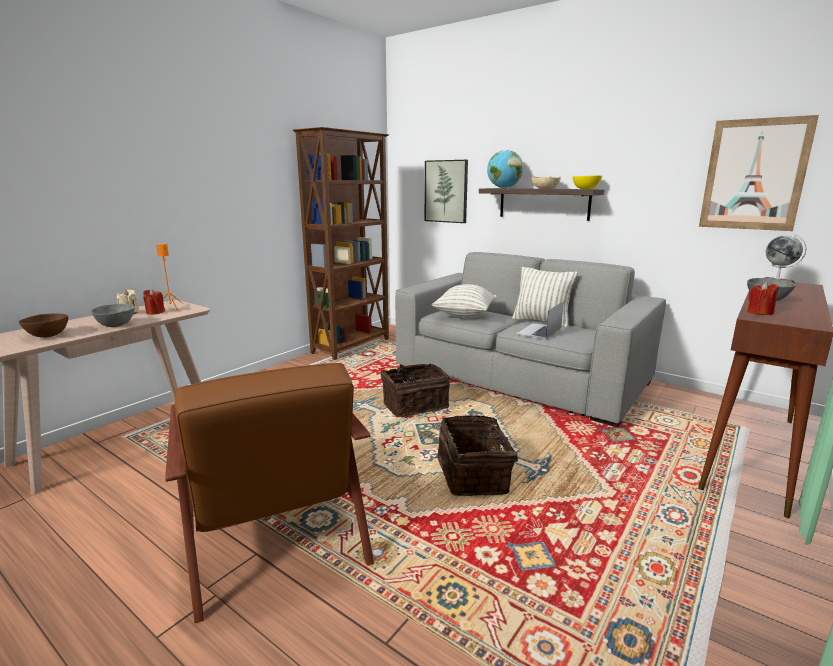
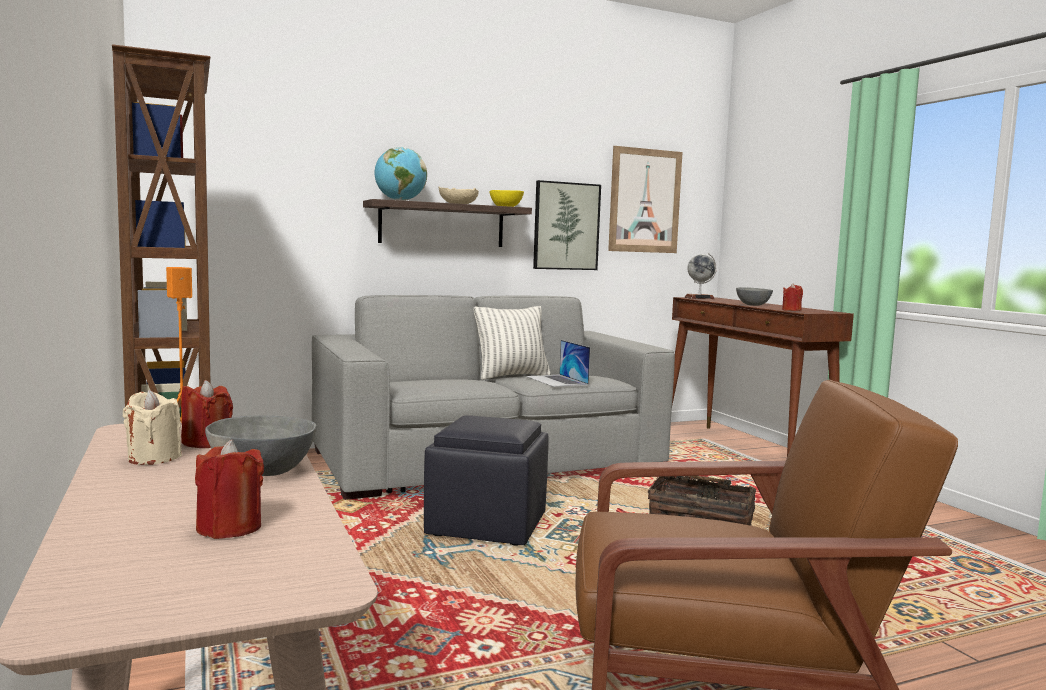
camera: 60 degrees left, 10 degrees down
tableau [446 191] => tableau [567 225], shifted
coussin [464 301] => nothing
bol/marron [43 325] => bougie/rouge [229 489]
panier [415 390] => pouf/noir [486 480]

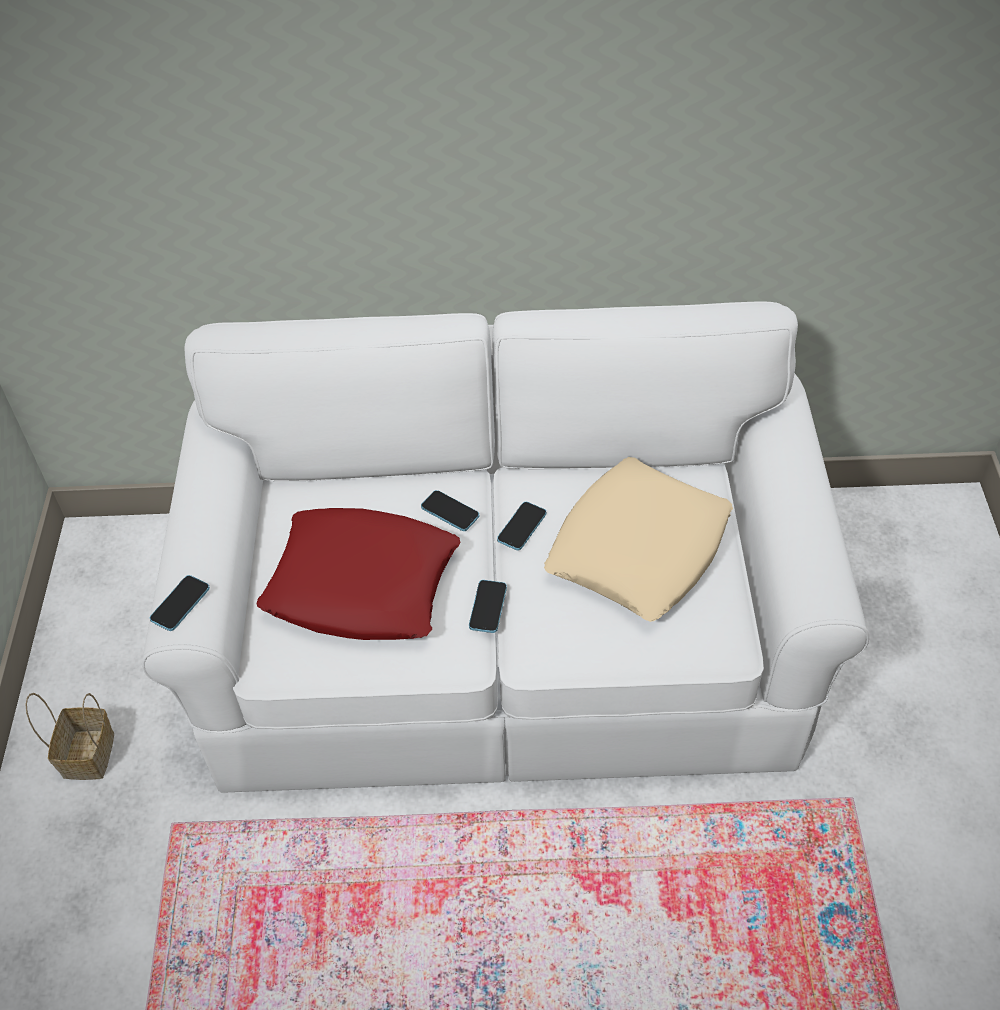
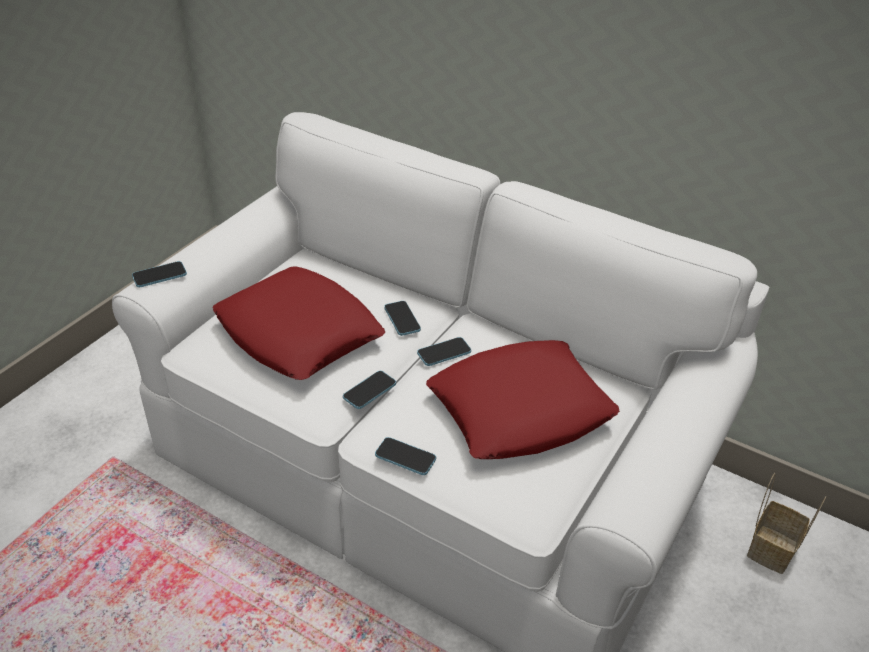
camera: 30 degrees right, 10 degrees down
coussin/beige [638 539] => coussin/rouge [523 399]
panier [70 736] => panier [786 523], shifted
nothing => téléphone [405 456]

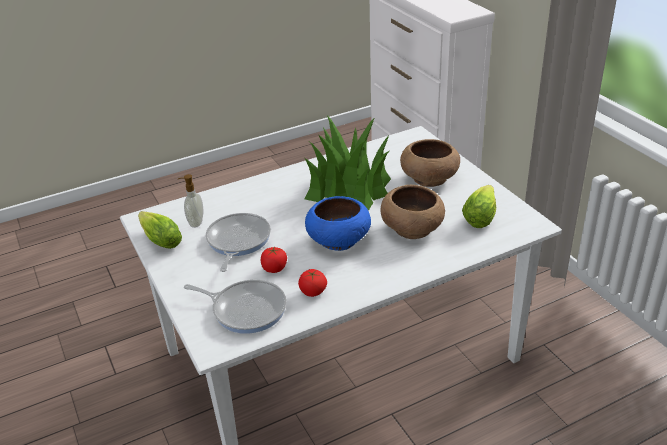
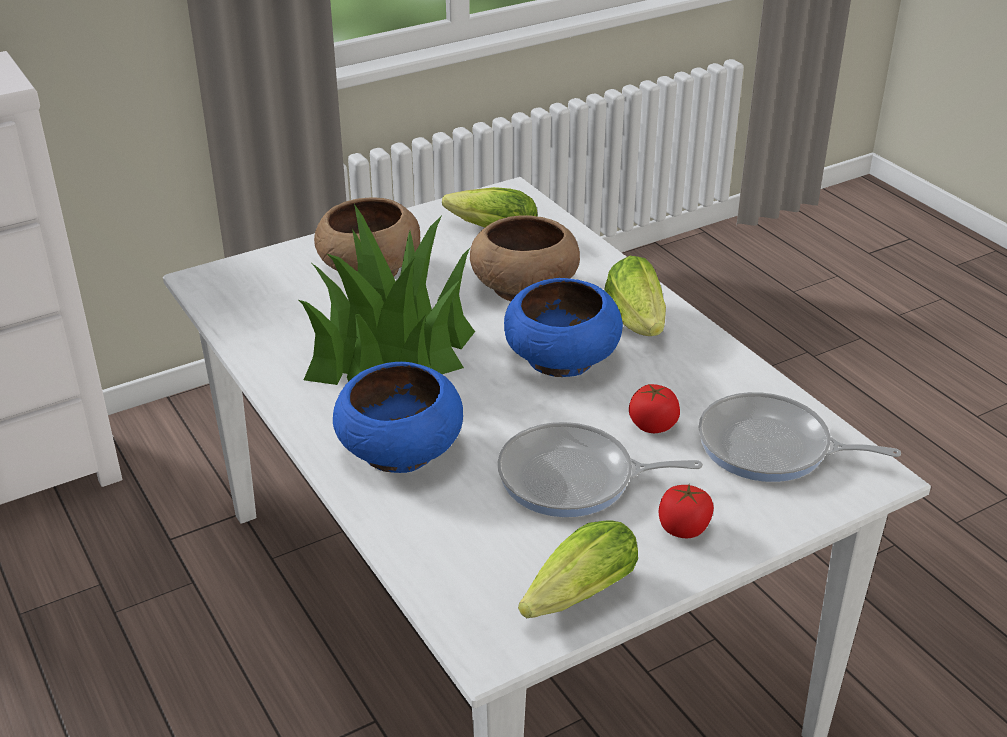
camera: 95 degrees left, 0 degrees up
distributeur de savon [191 201] => nothing
tomate [312 283] => tomate [686 511], shifted
poêle [235 307] => poêle [799 437], 90 degrees counterclockwise
nothing => laitue [635 296]
nothing => bol/bleu [398 417]

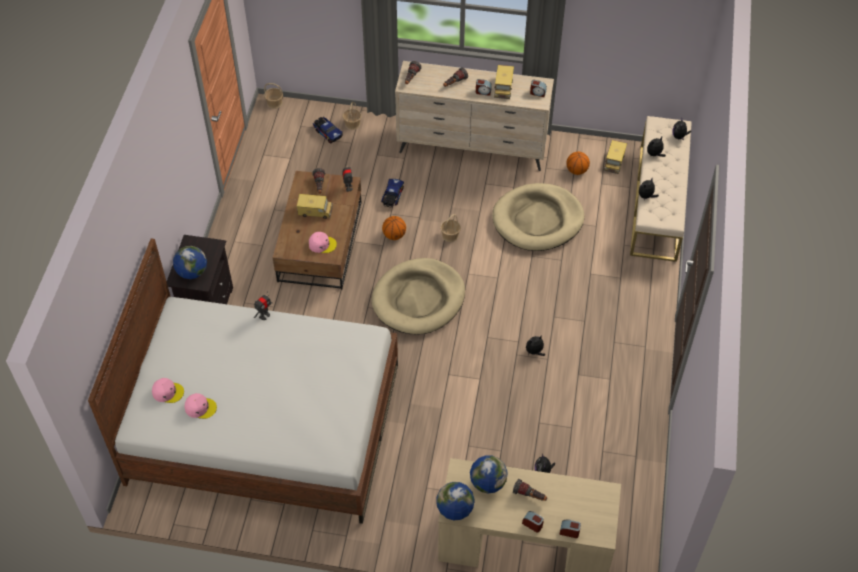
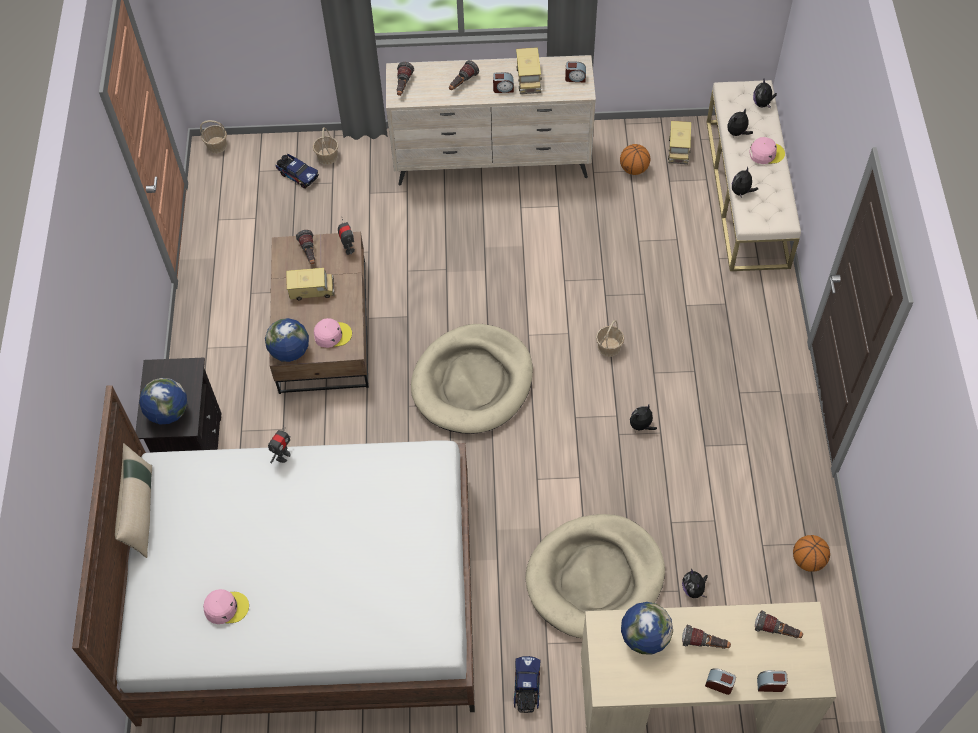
camera: 10 degrees left, 5 degrees up
camion jouet [392 193] => camion jouet [527 684], shifted
panier pour chien/beige [538 217] => panier pour chien/beige [595 576], shifted
panier [450 228] => panier [610 338], shifted
ballon de basket [394 228] => ballon de basket [811 553], shifted
casquette/rose [168 390] => casquette/rose [767 150], shifted
globe [455 501] => globe [287 340], shifted
nothing => coussin/beige [133 500]
nothing => lampe de poche [779 624]

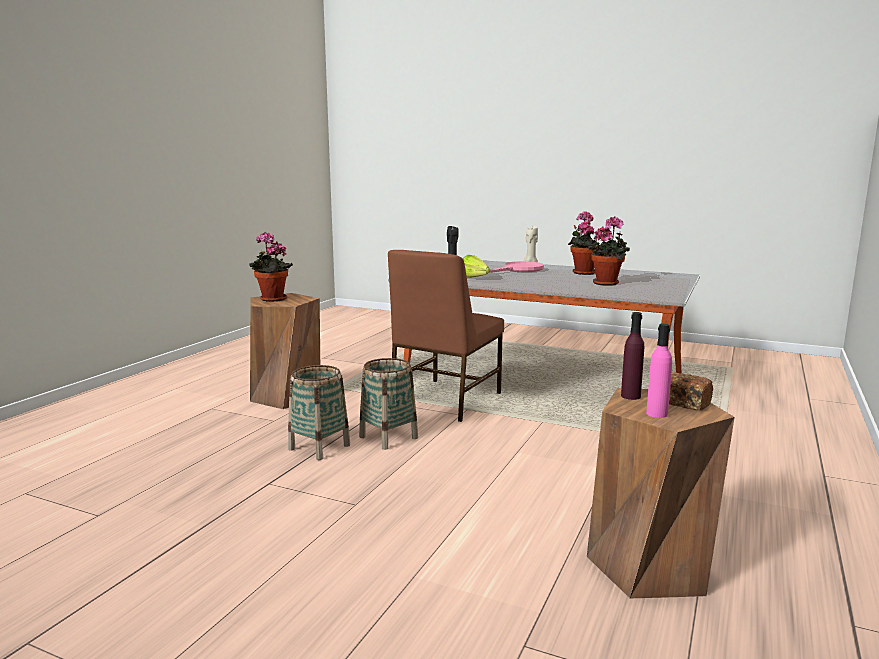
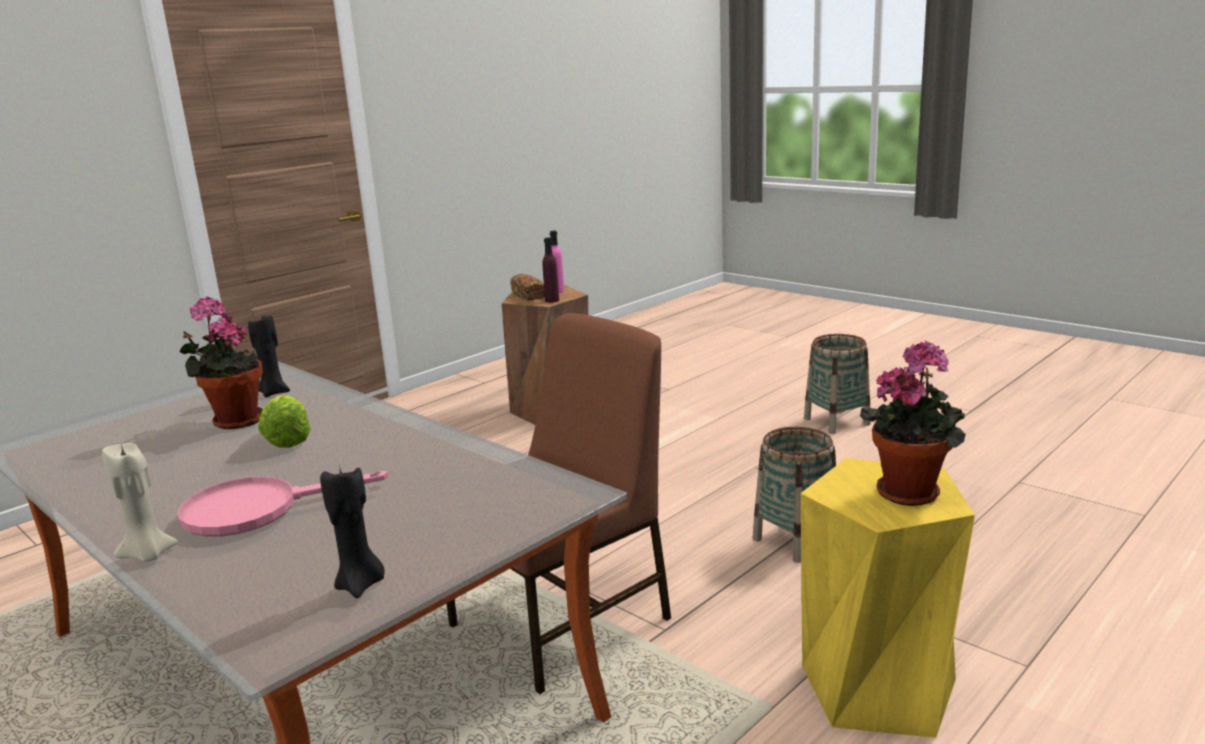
camera: 160 degrees left, 5 degrees up
plante en pot [583 243] => nothing
laitue [476 266] => laitue [285 421], shifted
tabouret/marron [285 351] => tabouret/jaune [888 598]
panier [388 404] => panier [837 384], shifted
nothing => bougie/noir [269 356]

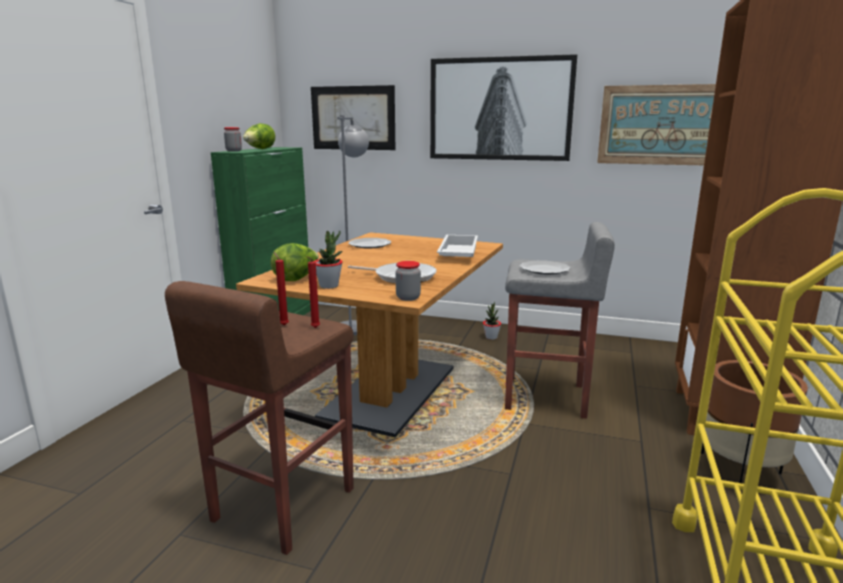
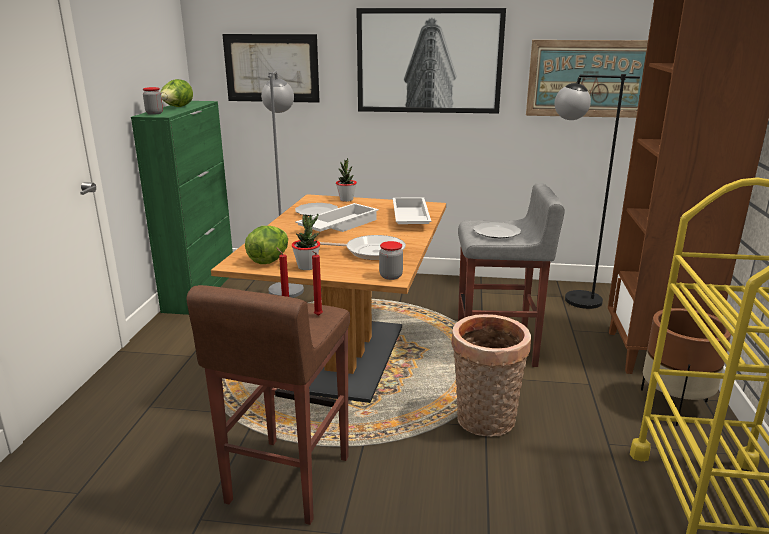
camera: 10 degrees left, 5 degrees up
plante en pot [492 321] => plante en pot [346 180], shifted
nothing => lampadaire/noir [597 191]
nothing => plateau/blanc [337 217]
nothing => panier [491 375]

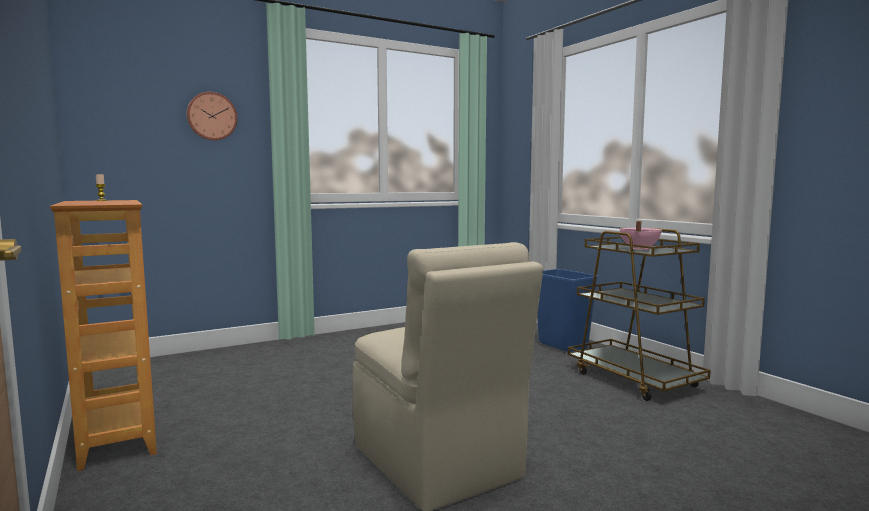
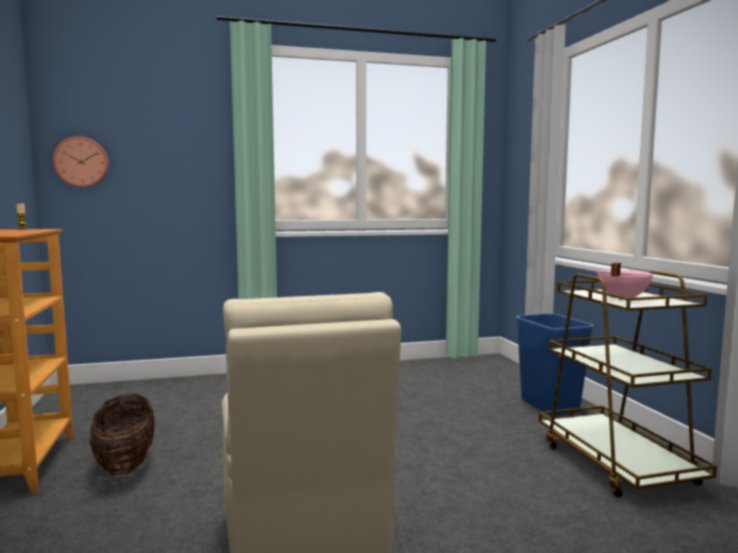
camera: 15 degrees right, 0 degrees up
horloge murale [211 116] => horloge murale [81 161], shifted
nothing => panier [122 434]

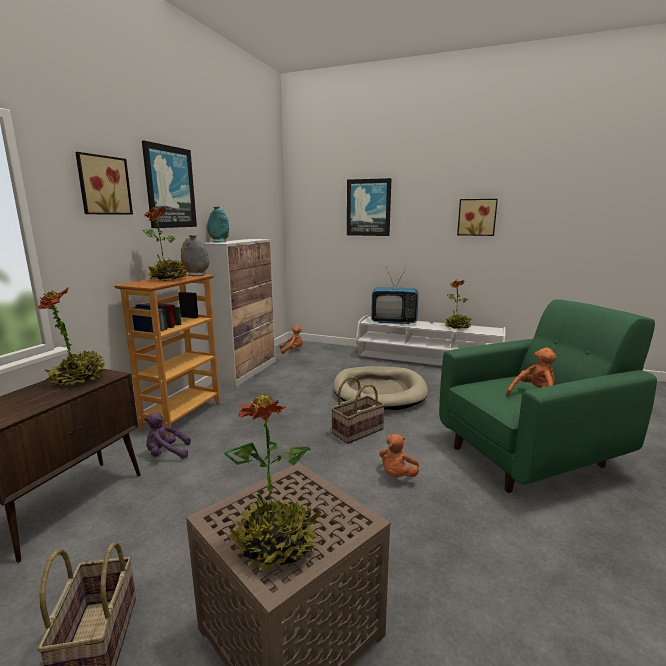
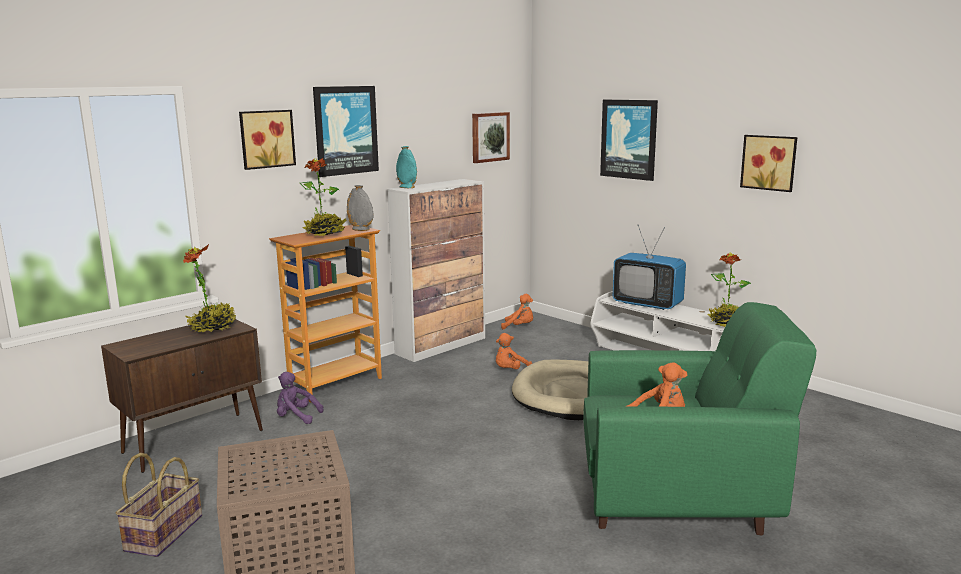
camera: 25 degrees right, 0 degrees up
panier [358 410] => nothing
plante en pot [272 484] => nothing
peluche/orange [399 455] => peluche/orange [514 351], shifted
nothing => tableau [491 137]

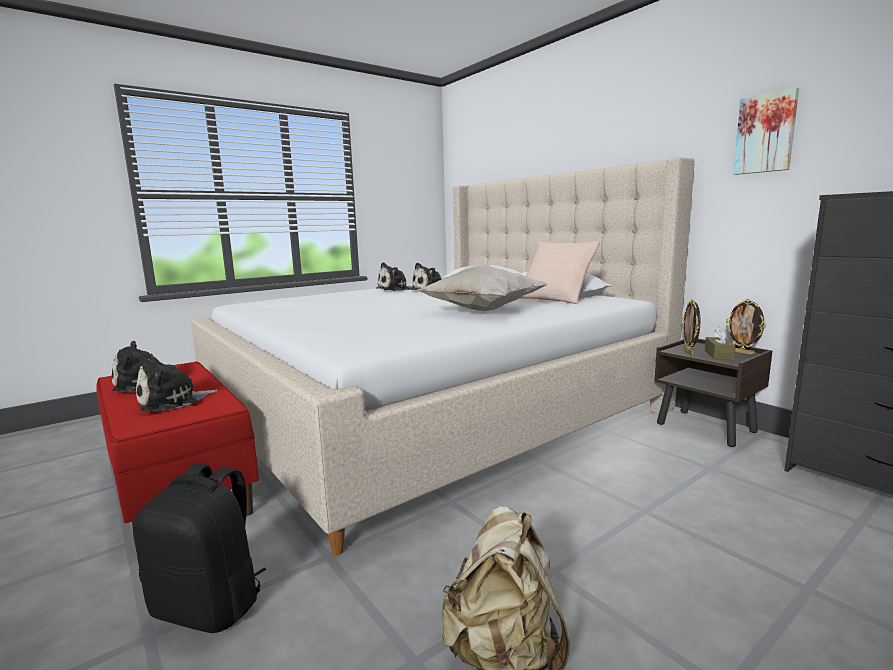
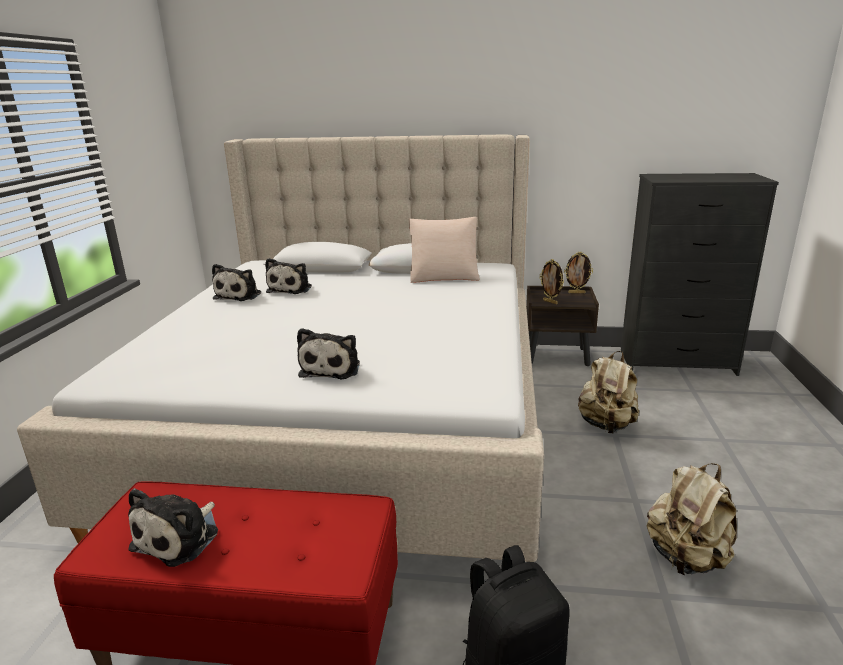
camera: 45 degrees left, 10 degrees up
tableau [766 131] => nothing
coussin/blanc [482 287] => nothing
boîte à mouchoirs/marron [720 343] => nothing
peluche [177 382] => peluche [328 354], shifted
nothing => sac à dos/beige [608 392]

